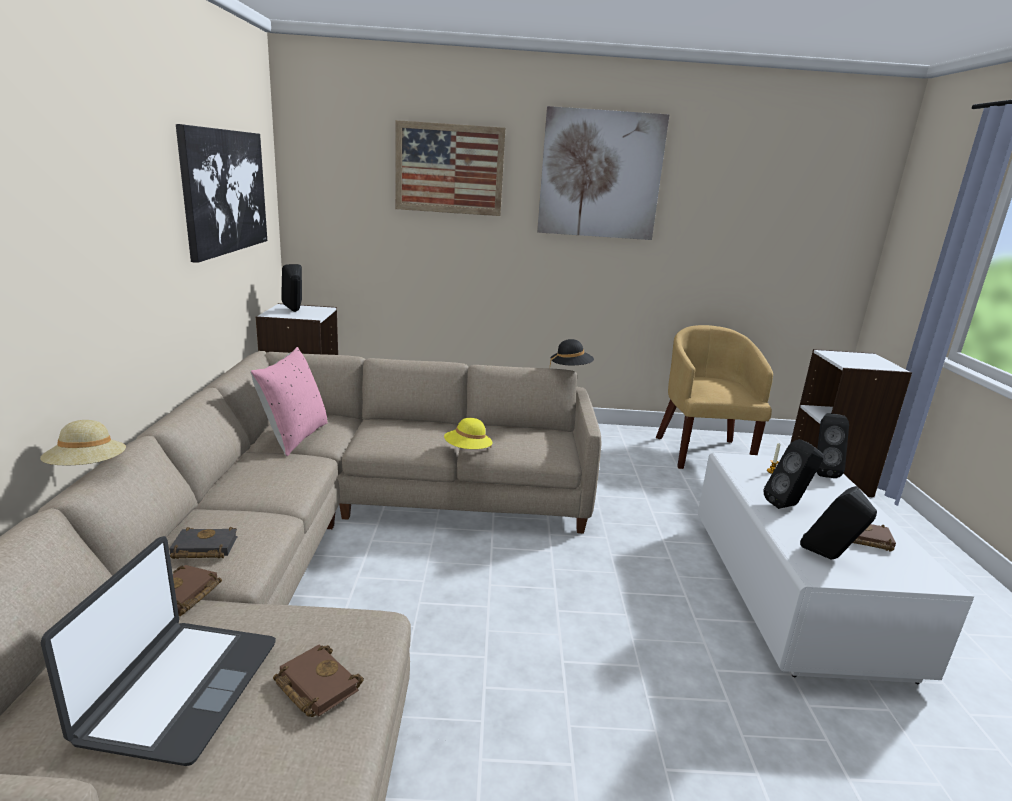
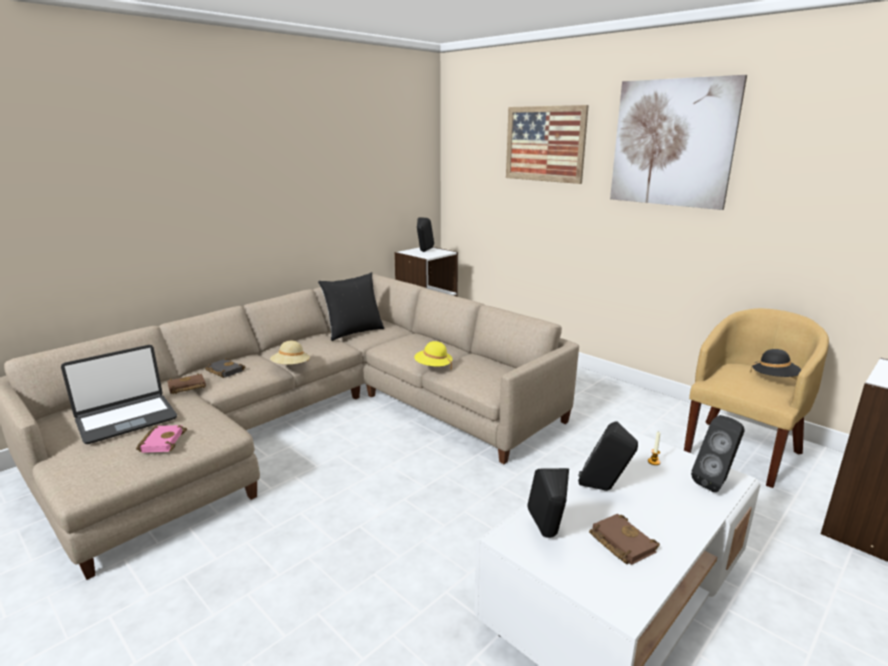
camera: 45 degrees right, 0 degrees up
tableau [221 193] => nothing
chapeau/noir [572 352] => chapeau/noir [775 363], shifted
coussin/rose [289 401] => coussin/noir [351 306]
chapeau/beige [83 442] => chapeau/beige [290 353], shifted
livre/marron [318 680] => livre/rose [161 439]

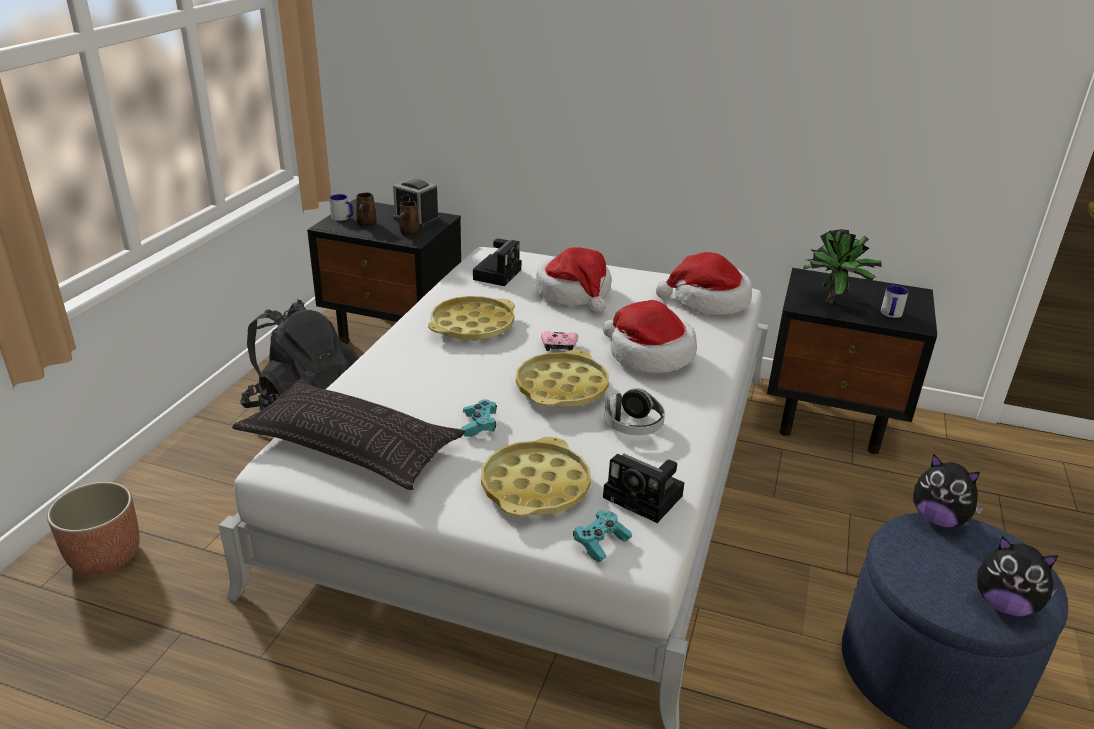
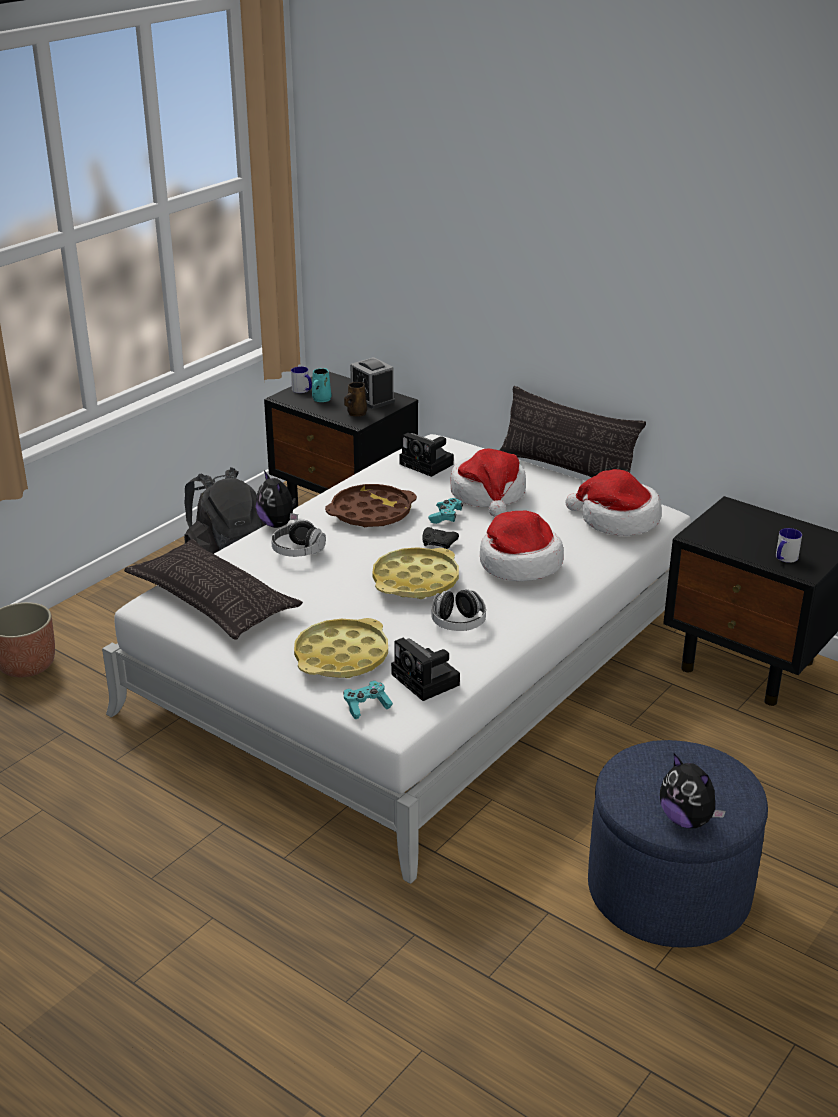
camera: 20 degrees right, 0 degrees up
mug/marron [366 209] => mug/turquoise [322 385]
plante en pot [842 266] => nothing
appareil photo [497 262] => appareil photo [426 455], 90 degrees clockwise
plateau/jaune [471 318] => plateau/marron [371 505]
manette/rose [559 341] => manette/noir [440 538]
manette/turquoise [479 418] => manette/turquoise [445 511], shifted
peluche [949 491] => peluche [277 499], shifted
nothing => coussin [572 431]
nothing => casque audio [298 538]

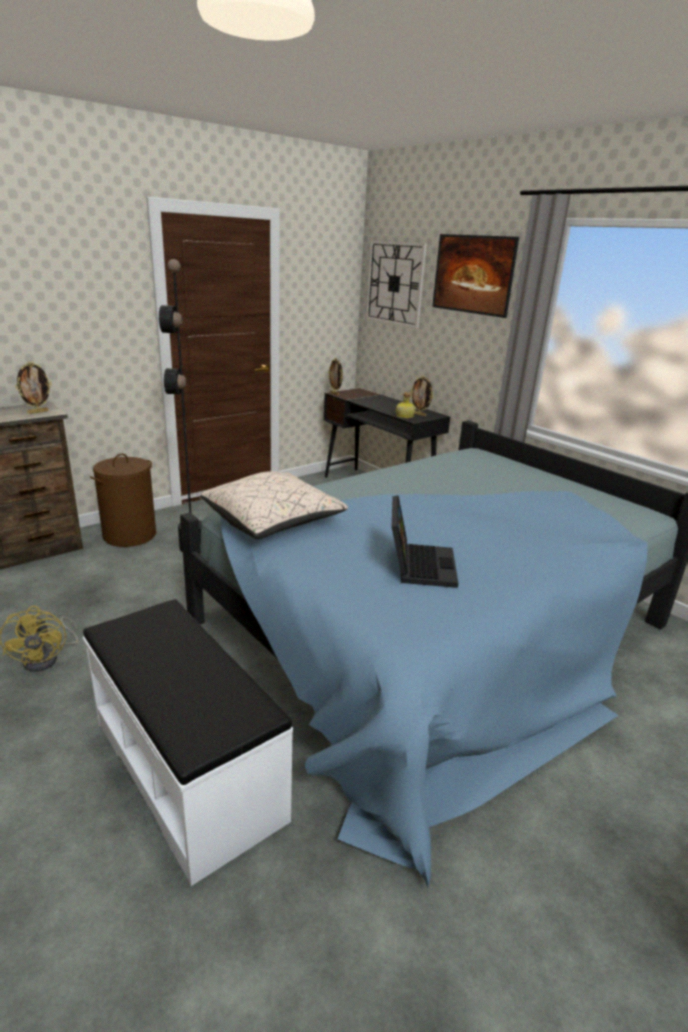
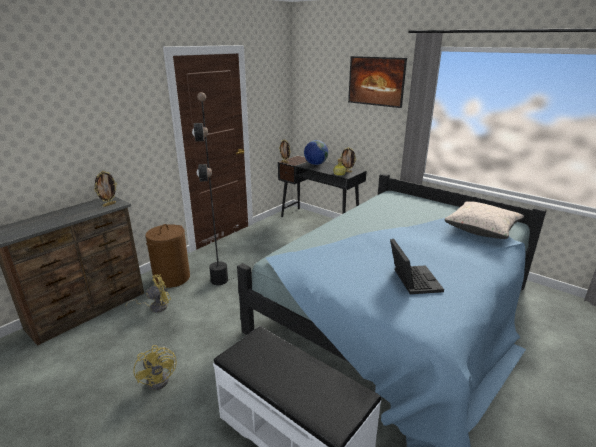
camera: 10 degrees left, 0 degrees up
horloge murale [396 285] => nothing
coussin/beige [274 505] => coussin/beige [484 220], shifted
nothing => globe [316 152]
nothing => ventilateur/jaune [148 293]

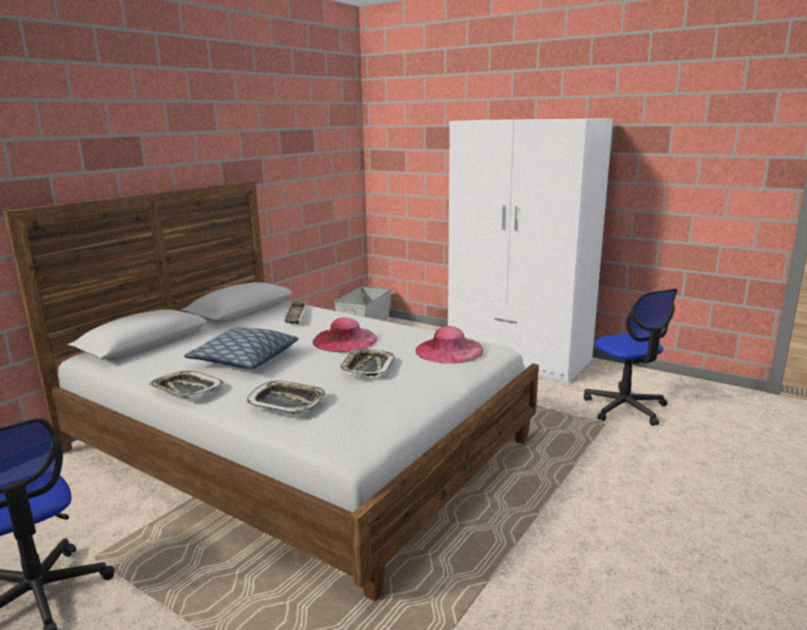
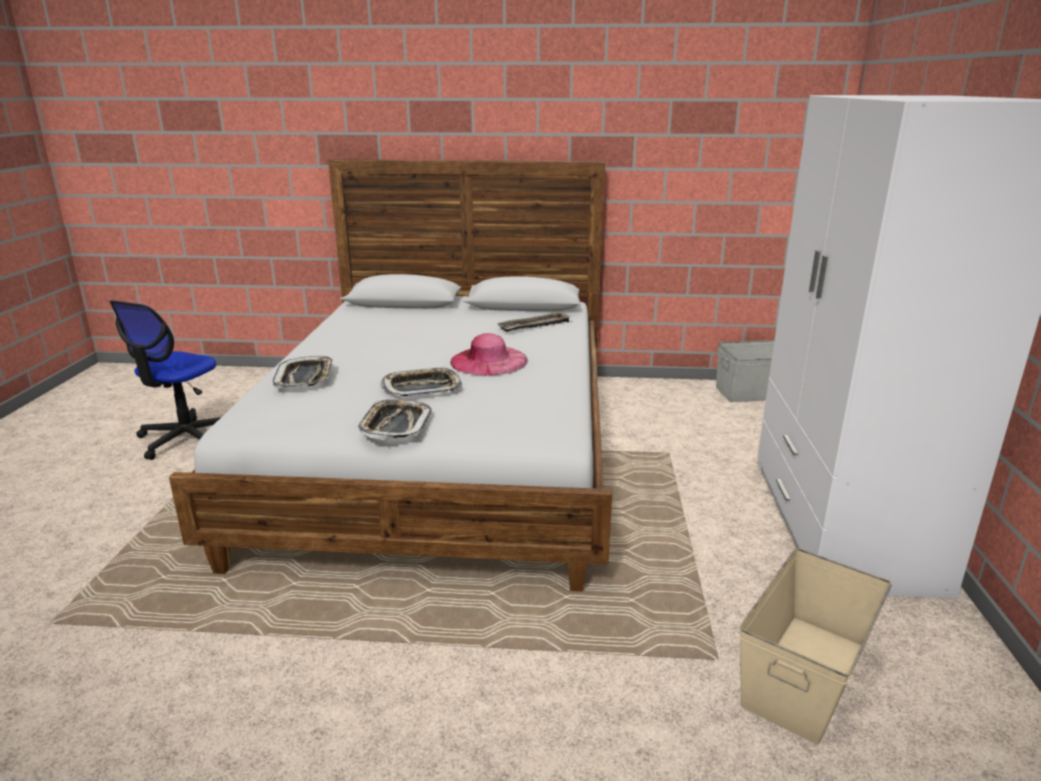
camera: 60 degrees right, 5 degrees up
chaise de bureau [631 357] => boîte de rangement/beige [815 646]
chapeau/rose [450 345] => nothing
coussin [241 348] => nothing
plateau [186 384] => plateau [394 420], shifted

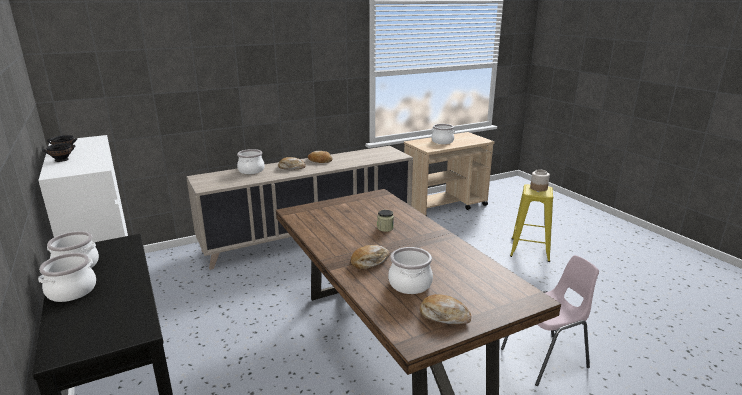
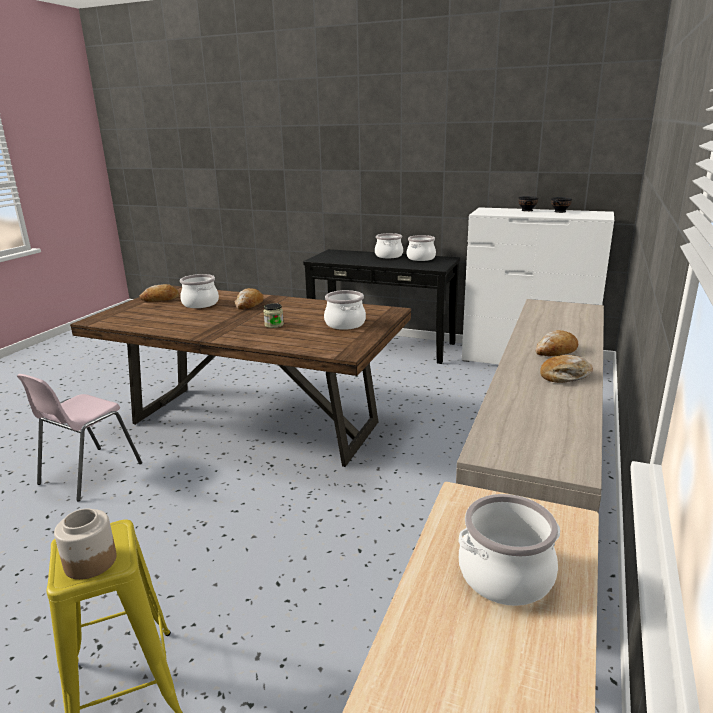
camera: 140 degrees right, 0 degrees up
marmite [251 161] => marmite [345 310], shifted

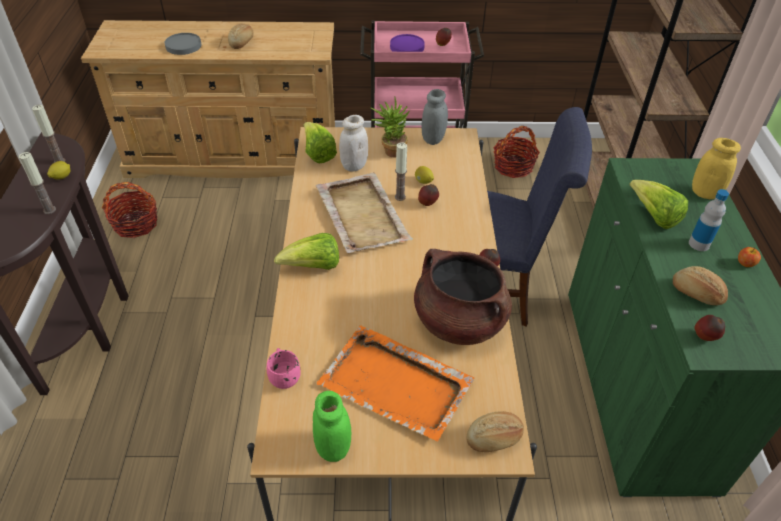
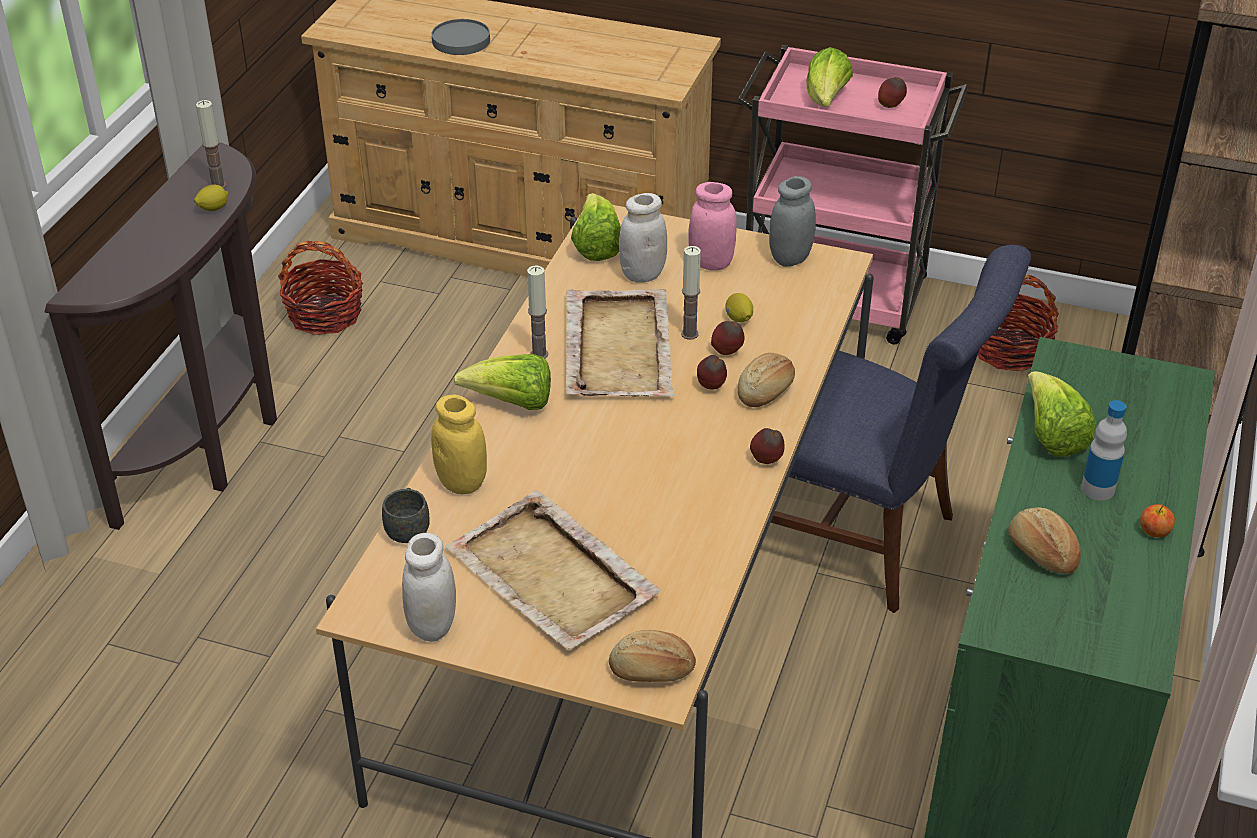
camera: 20 degrees right, 5 degrees down
pain [241 36] => pain [766 380], shifted
assiette/violet [407 43] => laitue [829 77]
plante en pot [390 127] => bocal/rose [712 226]
bocal/jaune [716 168] => bocal/jaune [459 444], shifted
bougie [37 183] => bougie [537 312], shifted
marmite/marron [463 297] => nothing
pomme [709 328] => pomme [712 372], shifted
plateau/orange [396 383] => plateau/beige [553 570]
mug/rose [283 368] => mug/gris [405 515]
bocal/vert [332 426] => bocal/blanc [429 587]

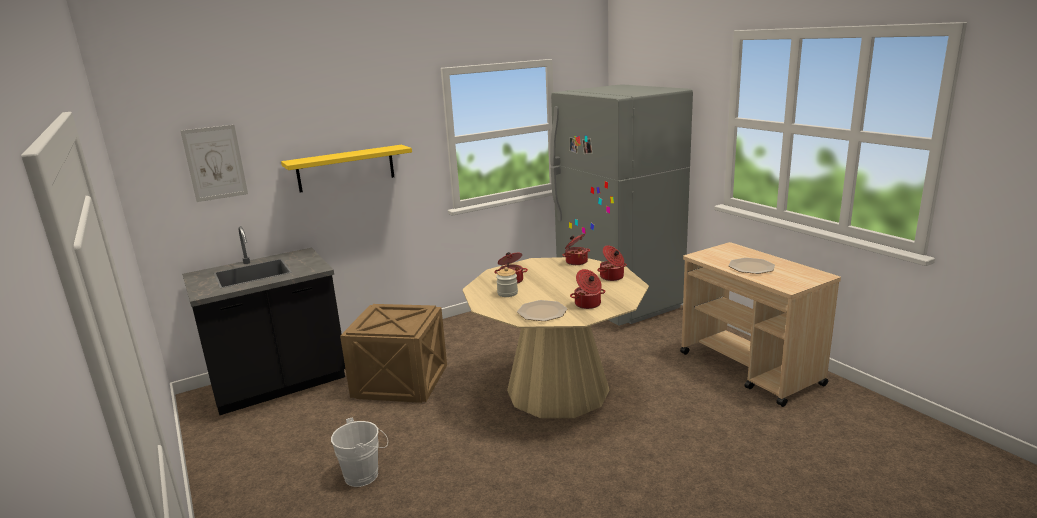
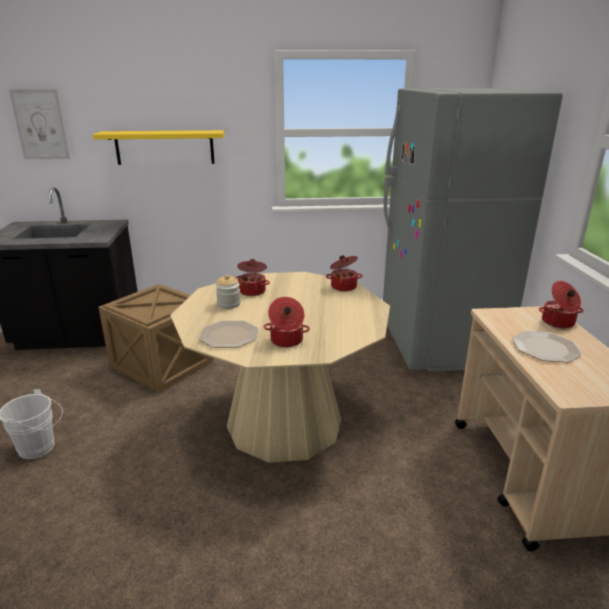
camera: 25 degrees right, 5 degrees up
marmite [612 263] => marmite [561 304], shifted

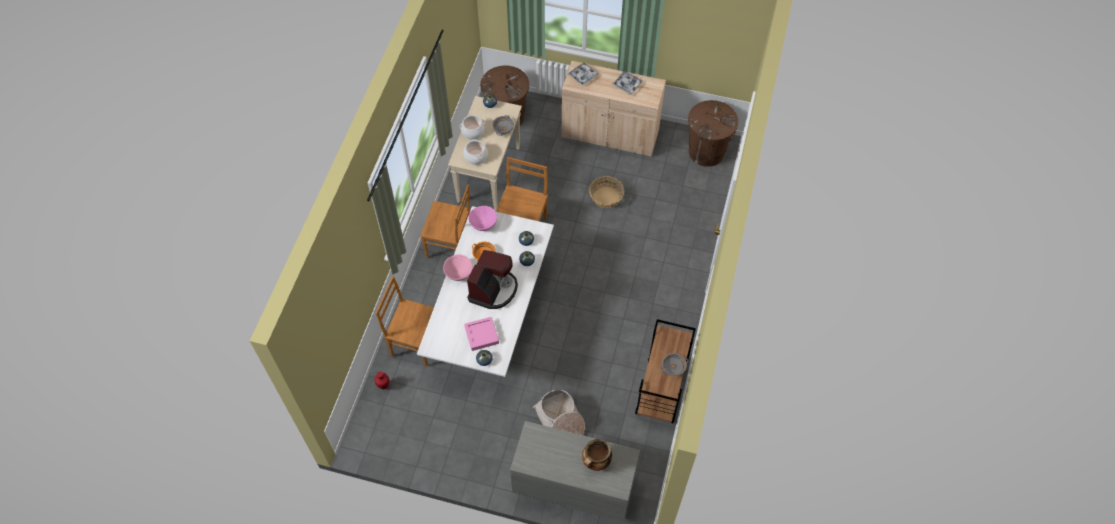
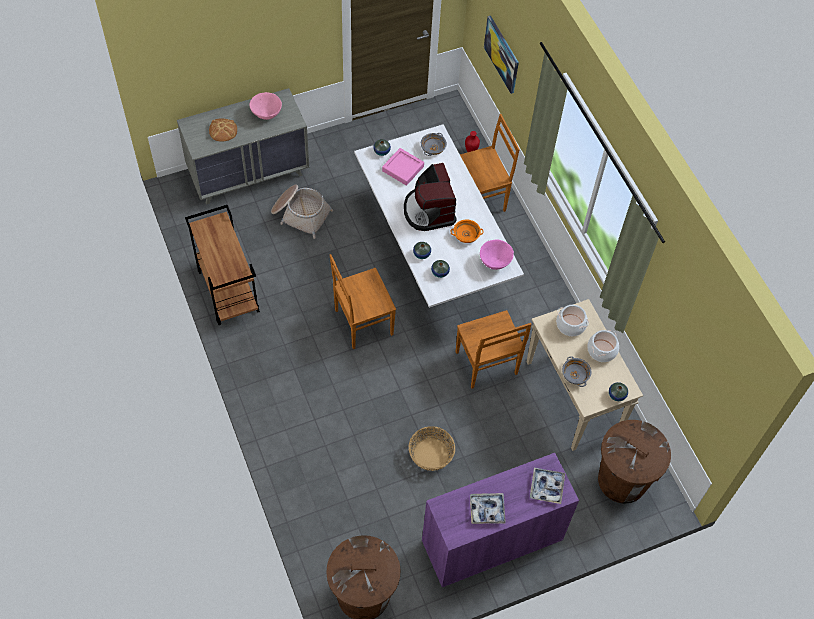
camera: 140 degrees right, 0 degrees up
meuble de rangement/beige [614 108] => meuble de rangement/violet [500 520]
chaise/marron [445 221] => chaise/marron [363 301], shifted
bol/rose [458 267] => bol/rose [265 106], shifted
bol/gris [674 364] => bol/gris [434 144], shifted
marmite [597 455] => pain [223 130]
nothing => tableau [501 55]

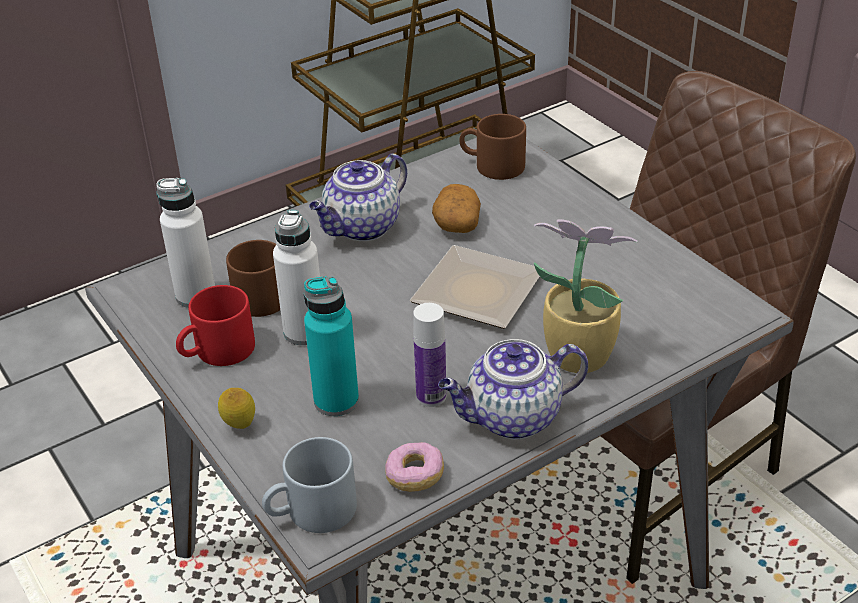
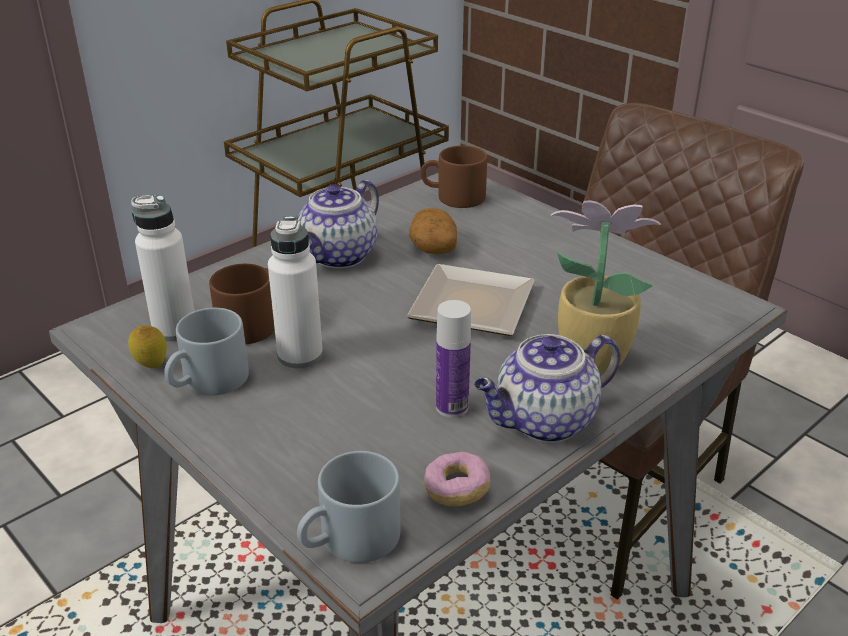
camera: 10 degrees left, 5 degrees down
bouteille/turquoise [331 346] => nothing
mug/rouge [215 325] => mug/gris [206 352]
citron [236 408] => citron [147 346], shifted

